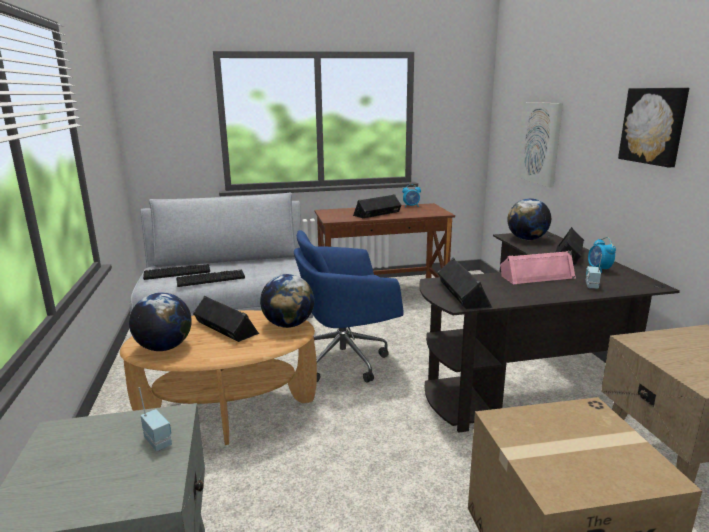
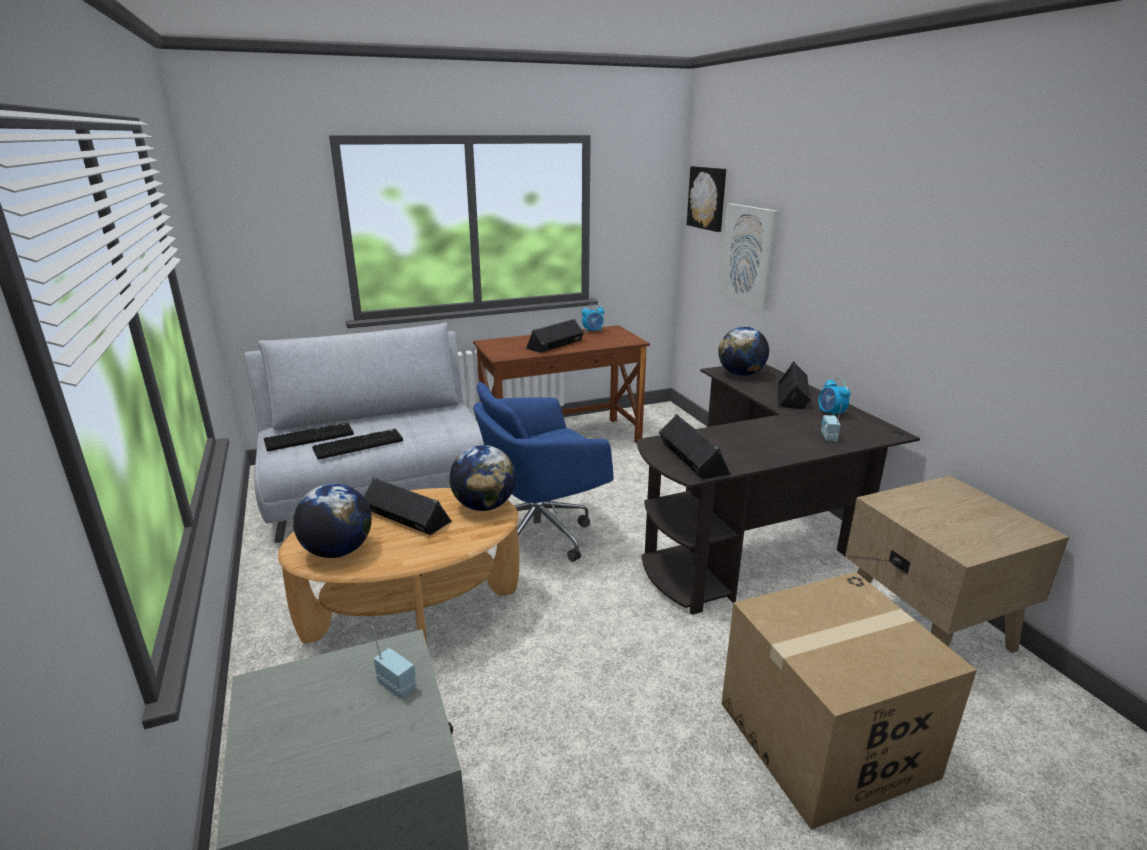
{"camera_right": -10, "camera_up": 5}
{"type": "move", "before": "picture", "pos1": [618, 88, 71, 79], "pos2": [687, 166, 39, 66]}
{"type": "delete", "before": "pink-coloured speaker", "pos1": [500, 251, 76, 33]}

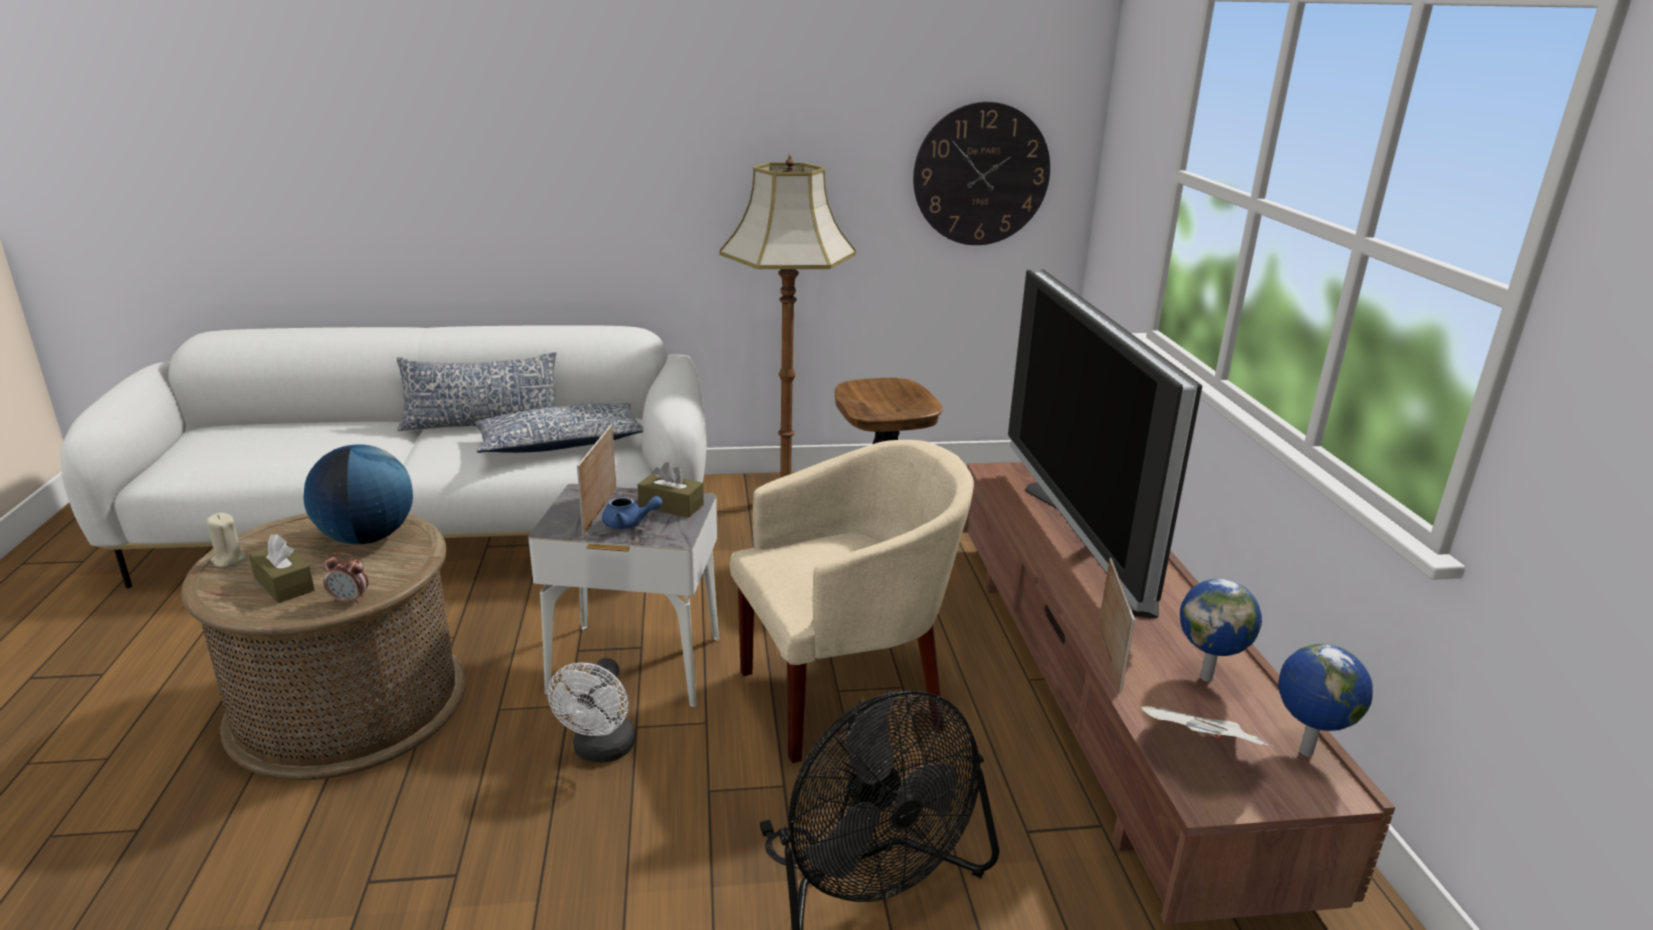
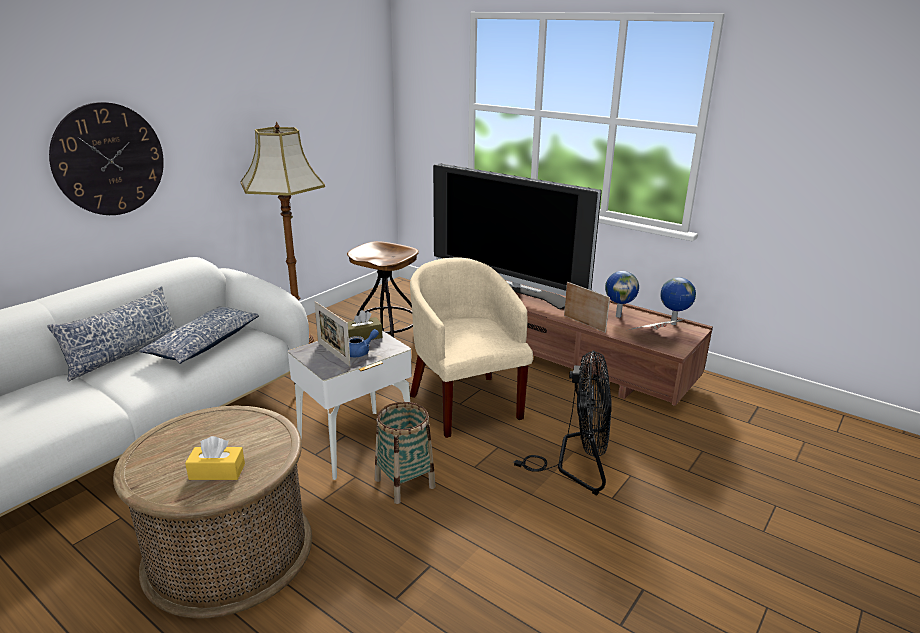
{"camera_right": -45, "camera_up": 0}
{"type": "move", "before": "wall clock", "pos1": [913, 102, 137, 143], "pos2": [49, 102, 115, 113]}
{"type": "recolor", "before": "brownish tissue box", "after": "yellowish tissue box", "pos1": [249, 534, 66, 69], "pos2": [185, 436, 60, 44]}
{"type": "replace", "before": "white-coloured electric fan", "after": "basket", "pos1": [548, 658, 87, 105], "pos2": [375, 402, 61, 102]}
{"type": "rotate", "before": "beige-coloured easy chair", "pos1": [730, 440, 244, 323], "pos2": [410, 258, 123, 180], "turn": -45}
{"type": "delete", "before": "beige-coloured candle", "pos1": [206, 513, 40, 54]}
{"type": "delete", "before": "world globe", "pos1": [303, 444, 110, 100]}
{"type": "delete", "before": "table clock", "pos1": [323, 553, 45, 51]}

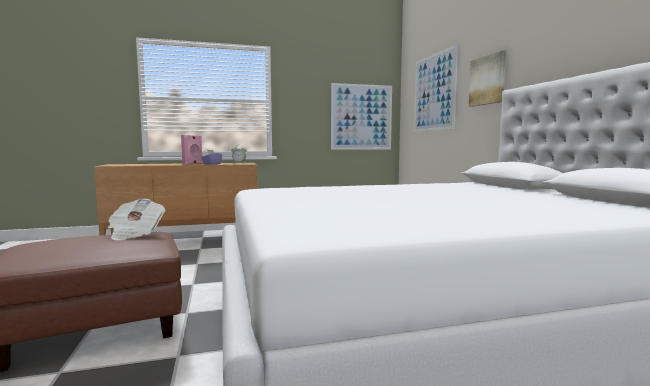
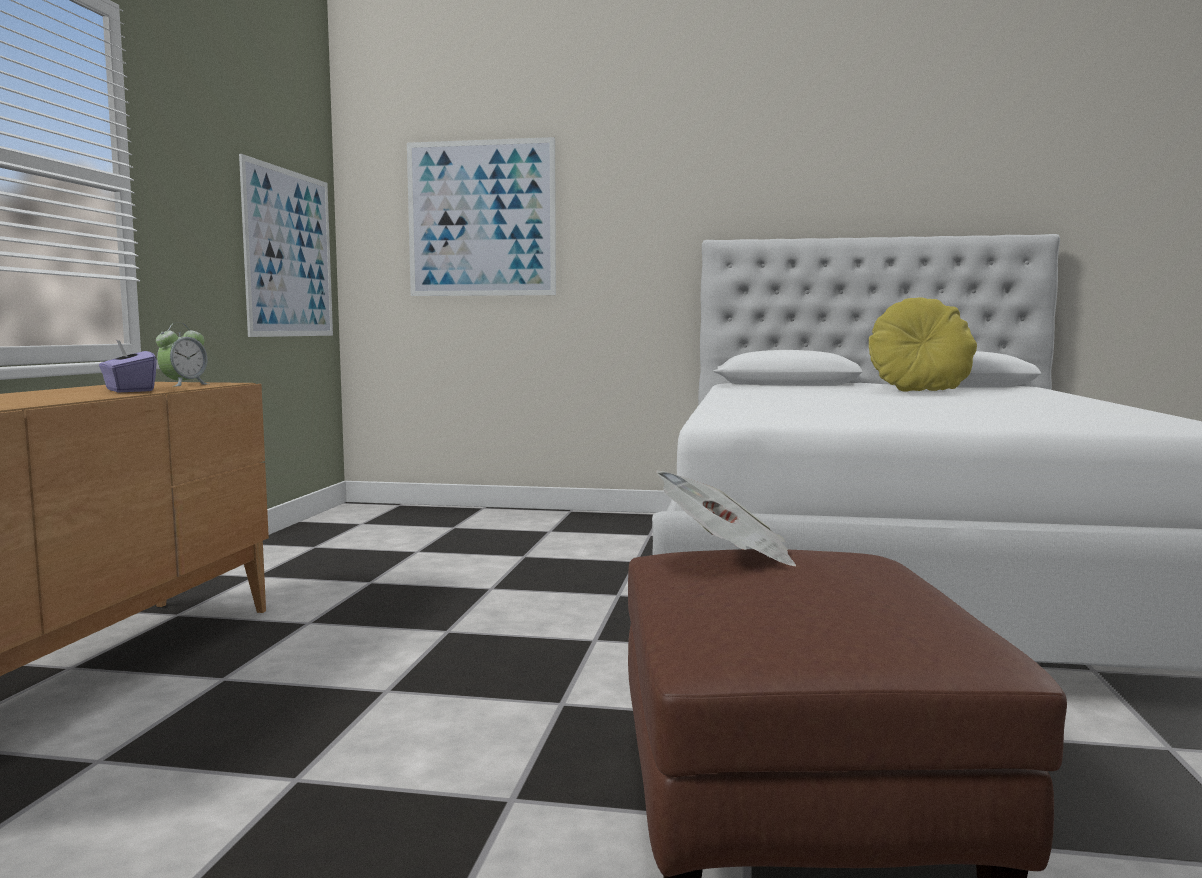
{"camera_right": -65, "camera_up": 0}
{"type": "insert", "after": "yellowish cushion", "pos2": [869, 298, 108, 94]}
{"type": "delete", "before": "pink-coloured speaker", "pos1": [181, 135, 22, 30]}
{"type": "delete", "before": "picture", "pos1": [469, 50, 37, 57]}

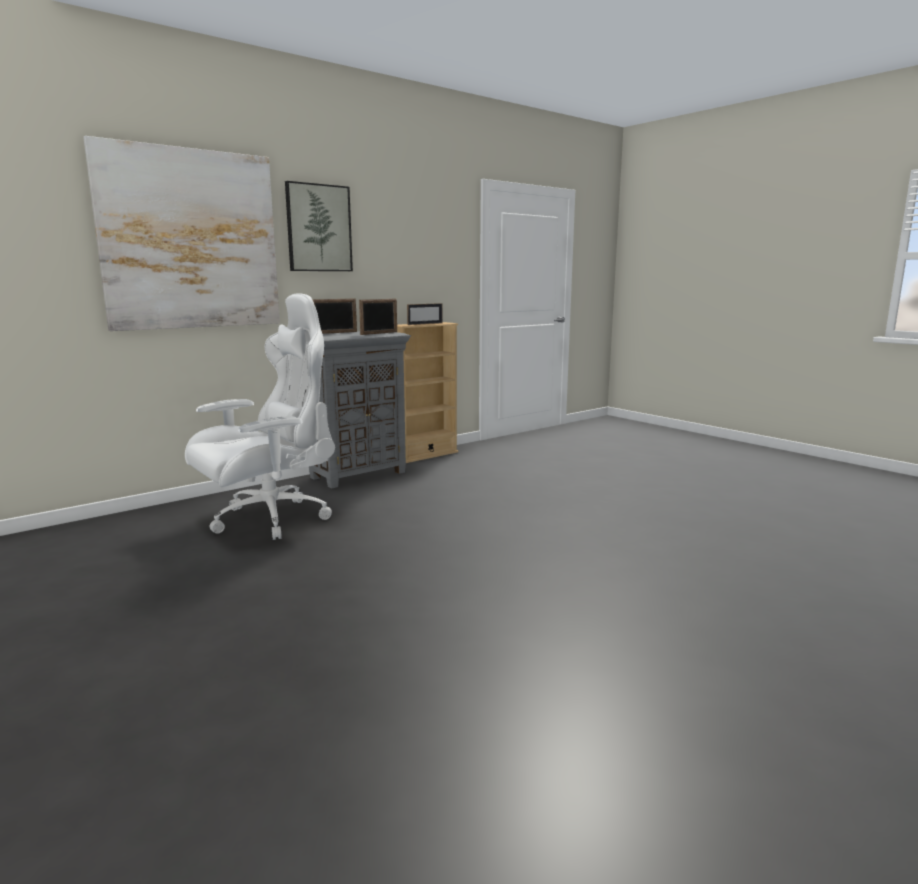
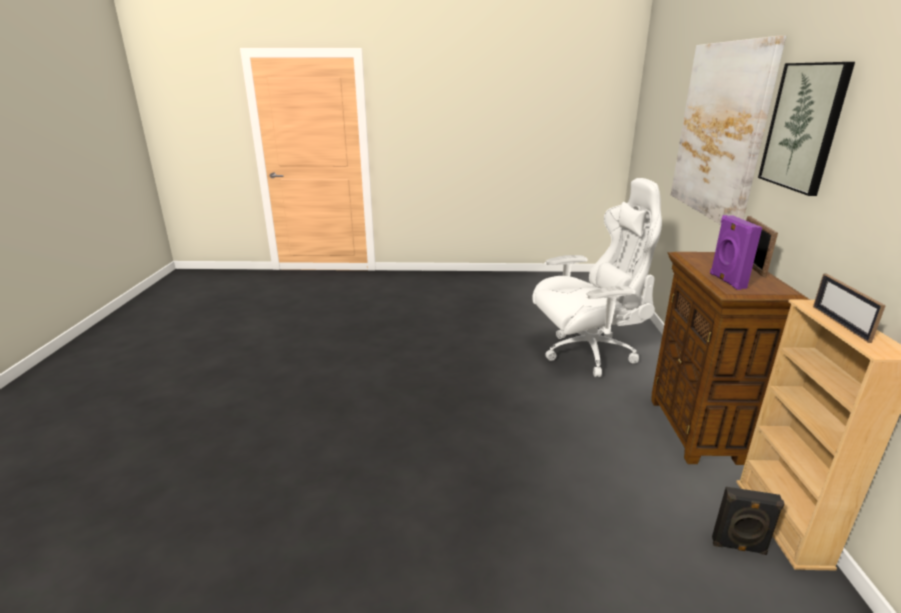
{"camera_right": 130, "camera_up": 10}
{"type": "rotate", "before": "white-coloured computer chair", "pos1": [185, 293, 150, 247], "pos2": [533, 178, 129, 199], "turn": -105}
{"type": "recolor", "before": "greyish storage cabinet", "after": "brownish storage cabinet", "pos1": [309, 331, 102, 158], "pos2": [651, 252, 159, 213]}
{"type": "replace", "before": "standing frame", "after": "purplish speaker", "pos1": [359, 299, 38, 36], "pos2": [710, 215, 52, 75]}
{"type": "insert", "after": "blackish speaker", "pos2": [712, 487, 73, 68]}

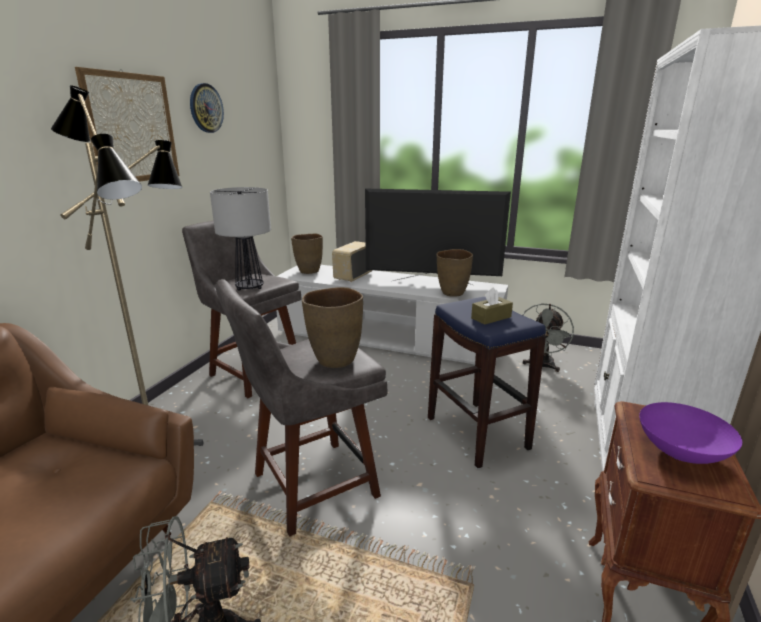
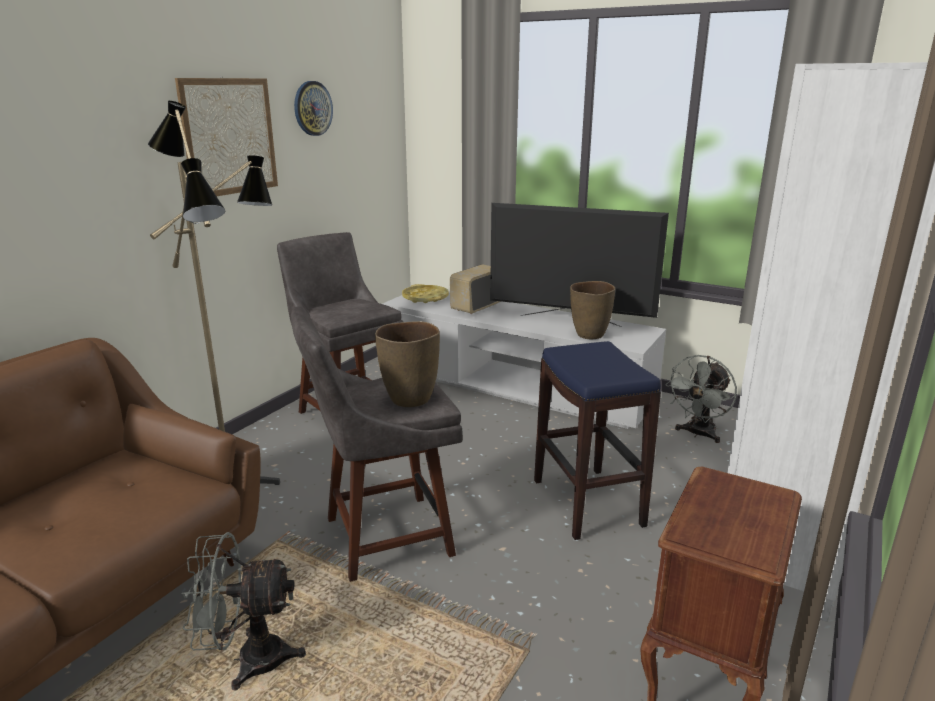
{"camera_right": 10, "camera_up": 0}
{"type": "replace", "before": "brownish decorative vase", "after": "yellowish carrying tray", "pos1": [291, 234, 32, 40], "pos2": [402, 284, 47, 19]}
{"type": "delete", "before": "lamp for a table", "pos1": [210, 187, 61, 103]}
{"type": "delete", "before": "brownish tissue box", "pos1": [471, 288, 42, 37]}
{"type": "delete", "before": "purplish deep dish", "pos1": [639, 402, 103, 62]}

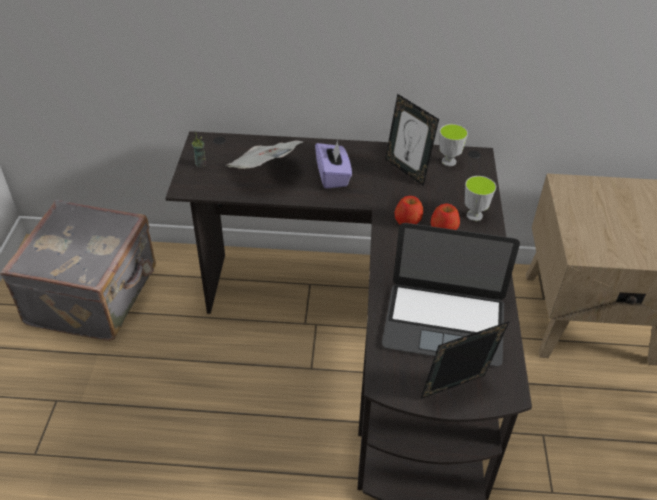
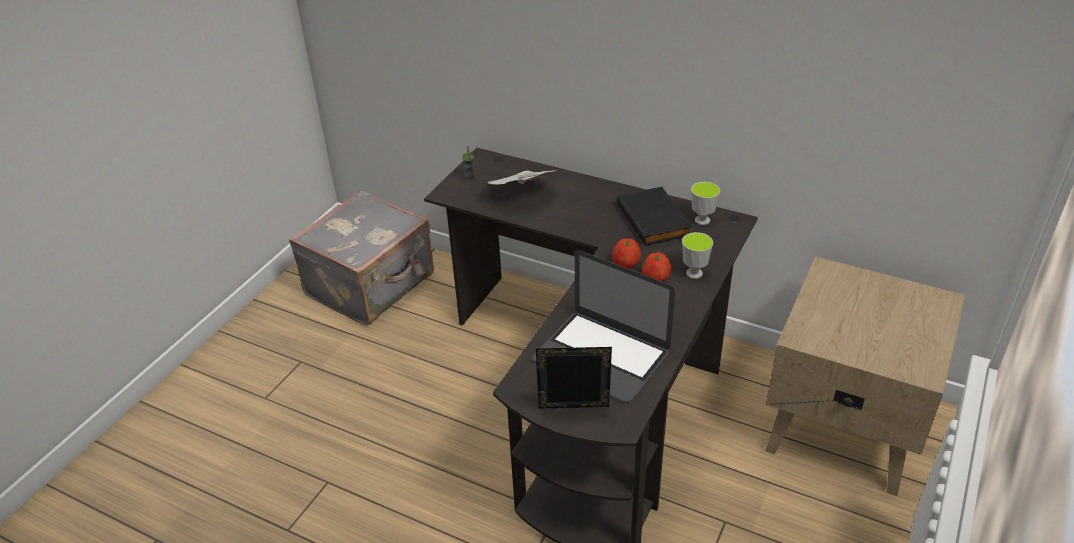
{"camera_right": 25, "camera_up": -5}
{"type": "replace", "before": "standing frame", "after": "blackish bound book", "pos1": [385, 94, 54, 92], "pos2": [617, 187, 75, 59]}
{"type": "delete", "before": "purplish tissue box", "pos1": [315, 141, 37, 48]}

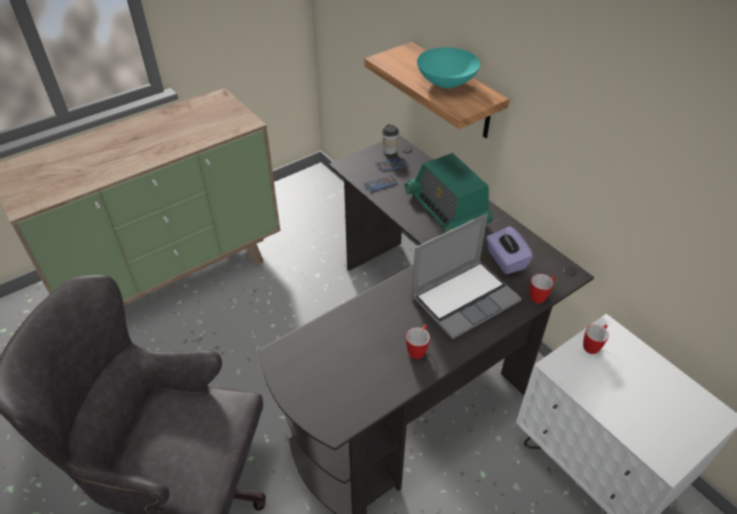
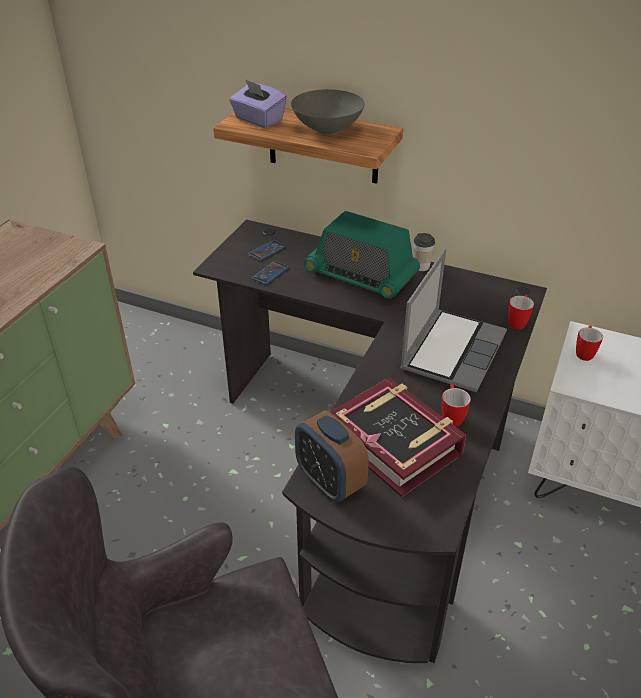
{"camera_right": -30, "camera_up": -5}
{"type": "move", "before": "purplish tissue box", "pos1": [486, 226, 47, 48], "pos2": [229, 79, 58, 49]}
{"type": "recolor", "before": "turquoise deep dish", "after": "greyish deep dish", "pos1": [417, 47, 63, 41], "pos2": [291, 89, 74, 45]}
{"type": "insert", "after": "table clock", "pos2": [295, 411, 74, 91]}
{"type": "insert", "after": "bound book", "pos2": [330, 377, 136, 120]}
{"type": "move", "before": "drinking cup", "pos1": [382, 125, 17, 30], "pos2": [413, 233, 22, 38]}

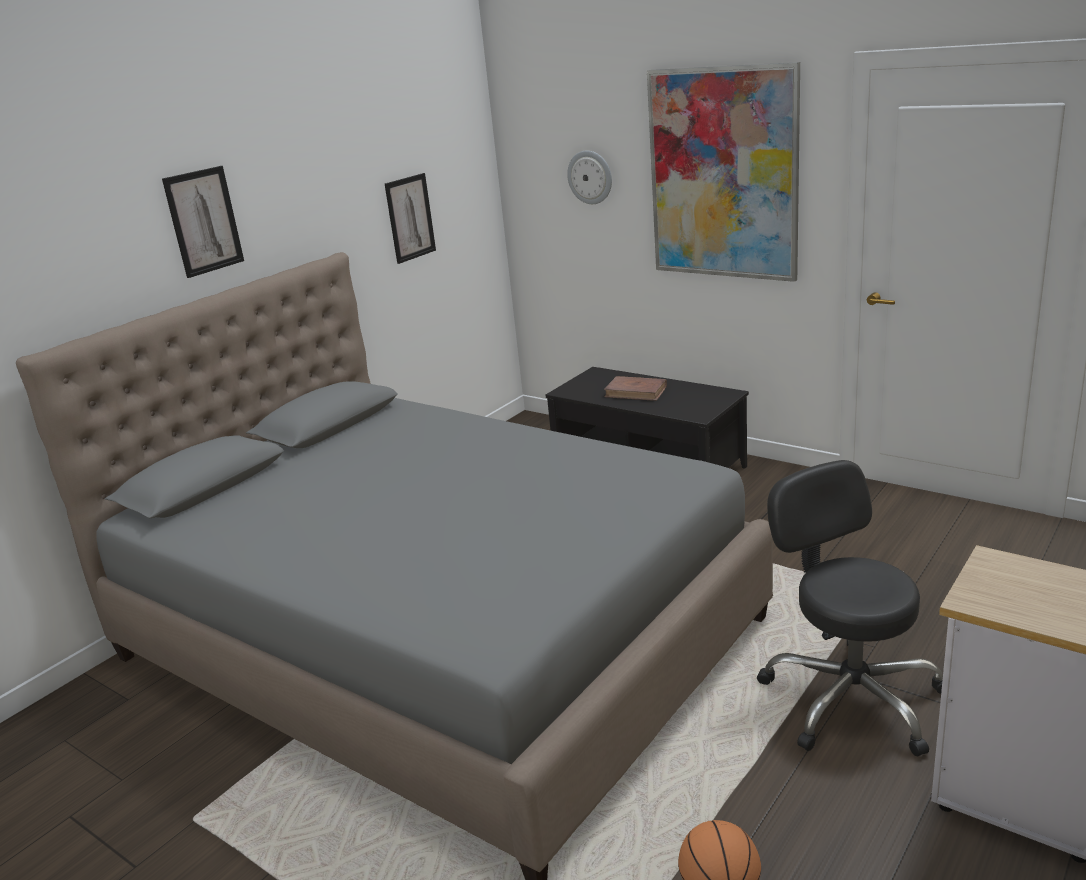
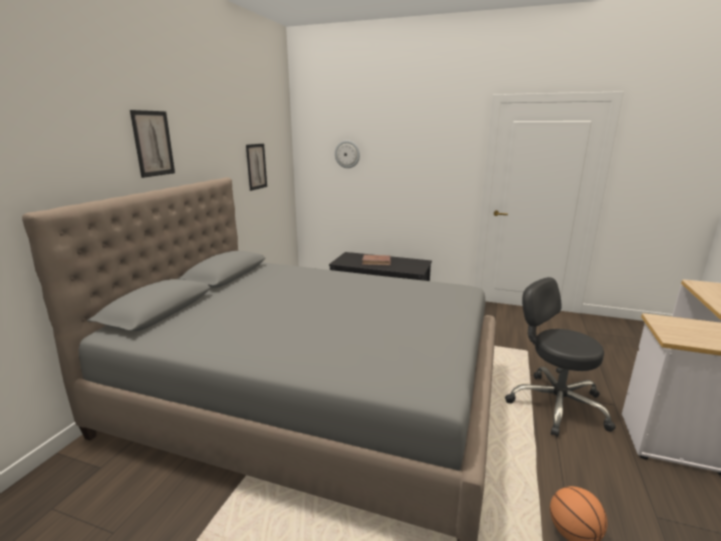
{"camera_right": -20, "camera_up": -5}
{"type": "delete", "before": "picture", "pos1": [647, 62, 153, 220]}

